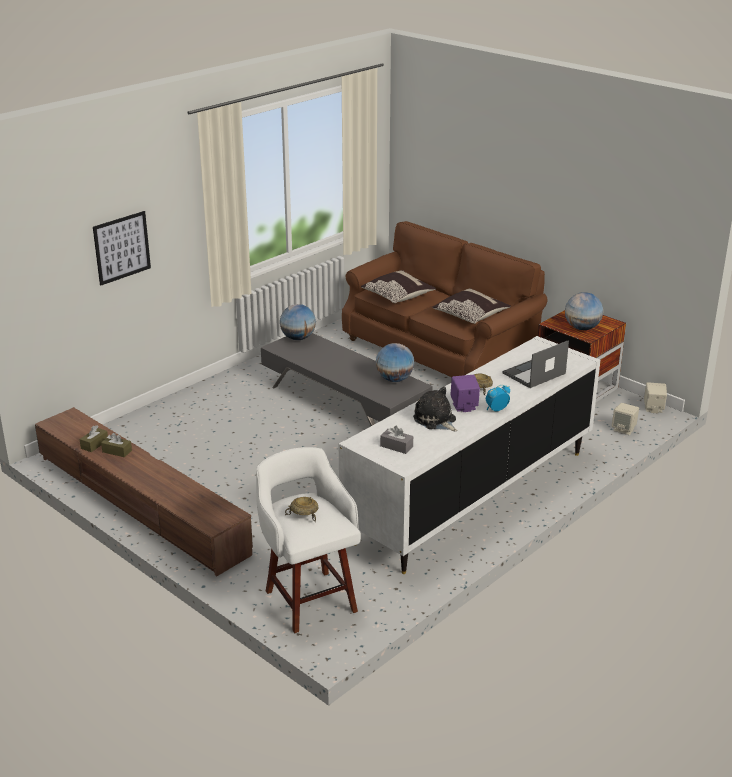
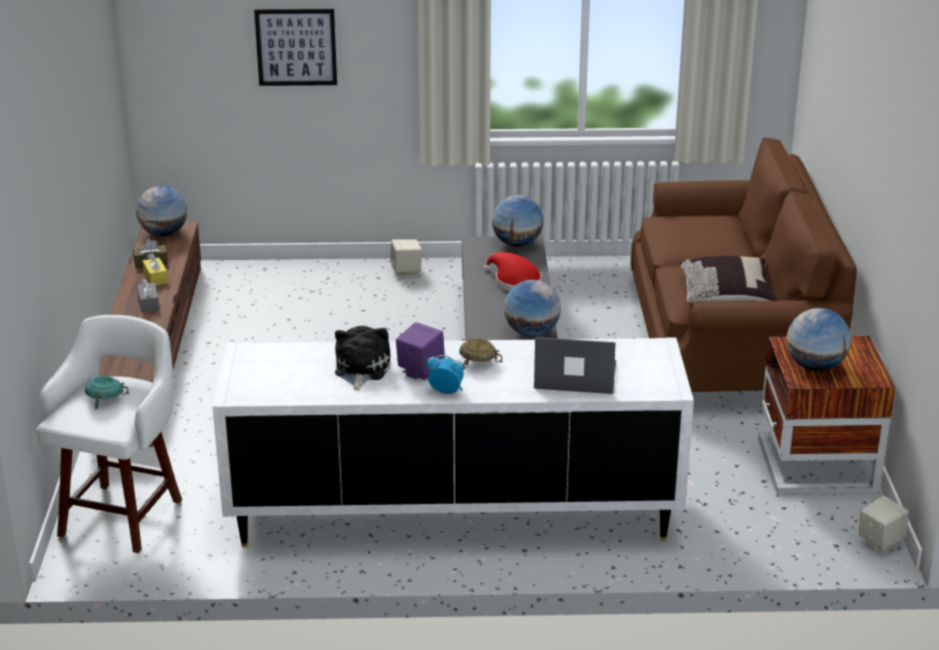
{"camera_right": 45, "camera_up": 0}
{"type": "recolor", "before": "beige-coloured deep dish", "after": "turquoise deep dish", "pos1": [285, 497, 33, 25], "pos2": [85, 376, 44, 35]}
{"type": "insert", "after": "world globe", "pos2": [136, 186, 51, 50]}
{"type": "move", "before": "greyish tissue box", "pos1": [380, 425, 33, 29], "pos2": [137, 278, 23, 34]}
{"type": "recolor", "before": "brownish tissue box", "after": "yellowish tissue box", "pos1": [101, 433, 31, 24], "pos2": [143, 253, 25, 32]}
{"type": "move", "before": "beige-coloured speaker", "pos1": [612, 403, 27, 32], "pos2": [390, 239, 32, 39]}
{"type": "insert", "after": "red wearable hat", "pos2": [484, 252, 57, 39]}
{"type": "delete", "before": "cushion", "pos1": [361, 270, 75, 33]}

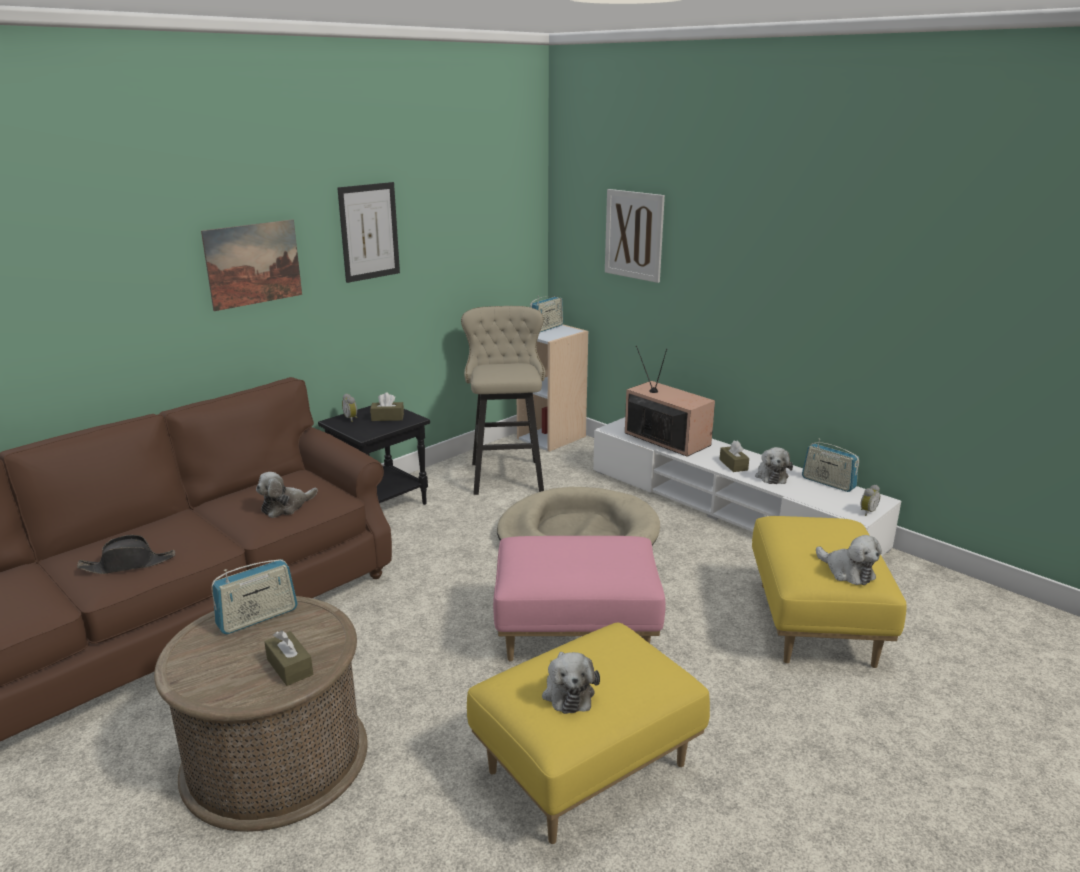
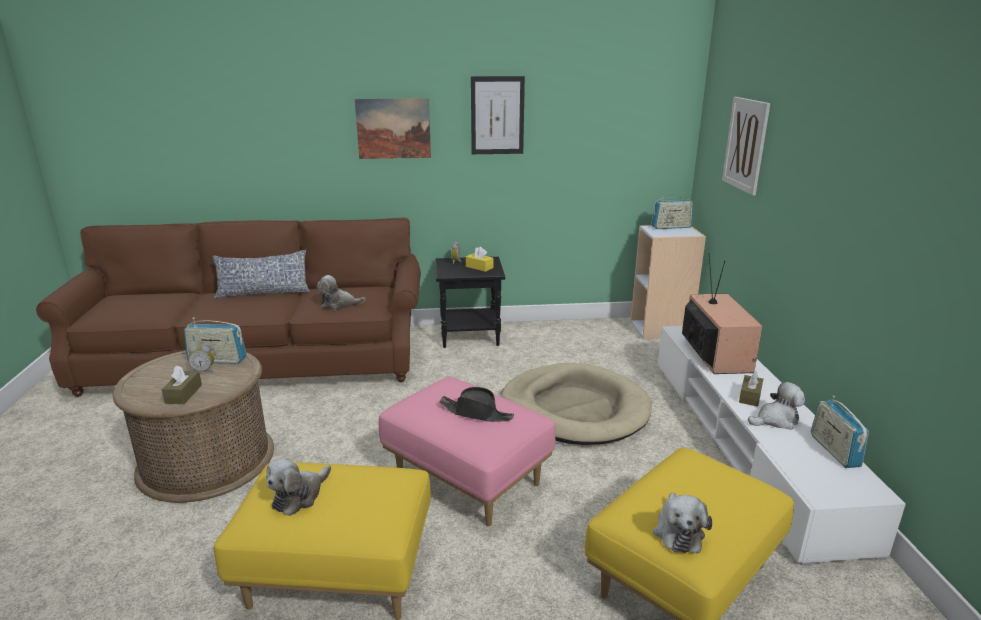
{"camera_right": 40, "camera_up": 0}
{"type": "move", "before": "table clock", "pos1": [861, 485, 19, 31], "pos2": [188, 345, 26, 27]}
{"type": "insert", "after": "cushion", "pos2": [213, 250, 98, 49]}
{"type": "move", "before": "blackish wearable hat", "pos1": [77, 535, 98, 39], "pos2": [439, 387, 75, 35]}
{"type": "recolor", "before": "brownish tissue box", "after": "yellowish tissue box", "pos1": [370, 392, 34, 29], "pos2": [466, 247, 27, 25]}
{"type": "rotate", "before": "plush toy", "pos1": [755, 447, 38, 37], "pos2": [748, 382, 57, 48], "turn": -150}
{"type": "delete", "before": "beige-coloured stool", "pos1": [461, 306, 84, 189]}

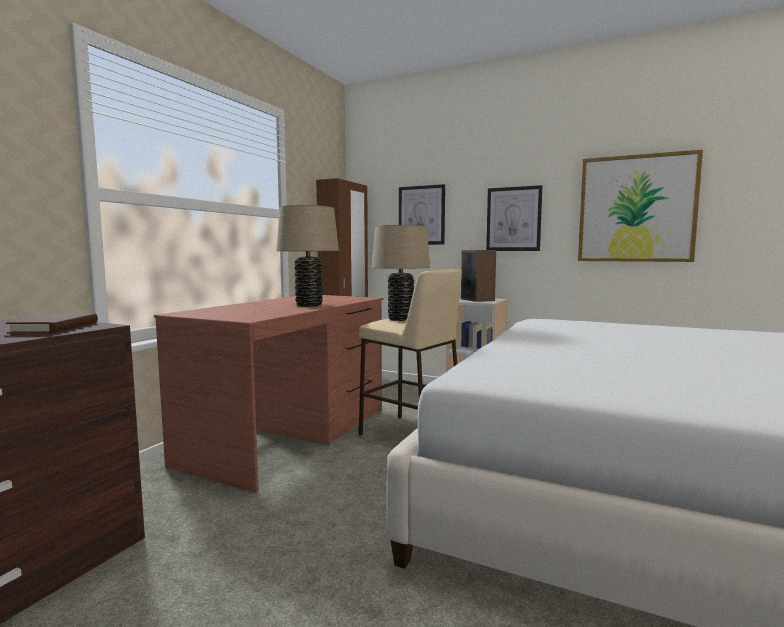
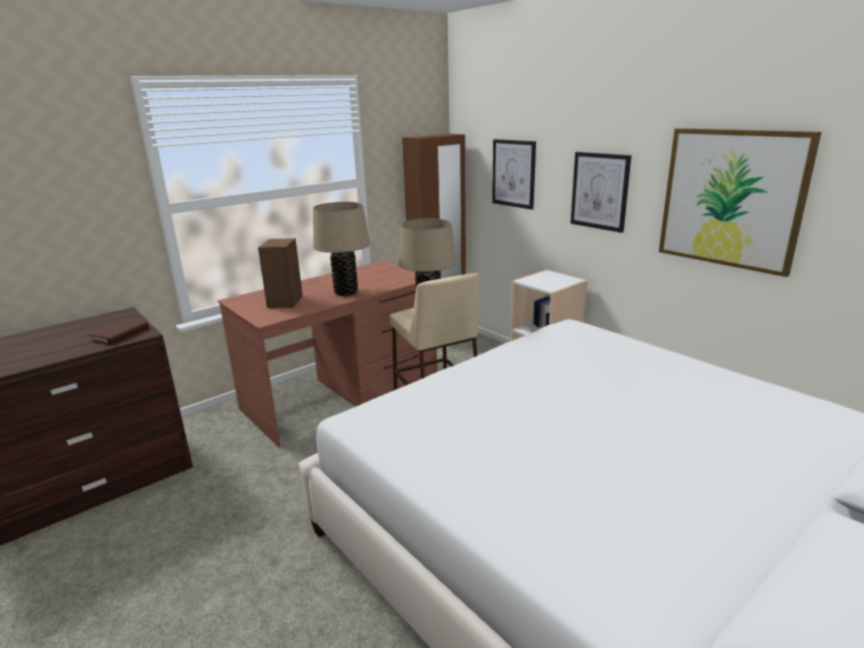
{"camera_right": 25, "camera_up": 15}
{"type": "move", "before": "speaker", "pos1": [461, 250, 35, 52], "pos2": [258, 238, 45, 70]}

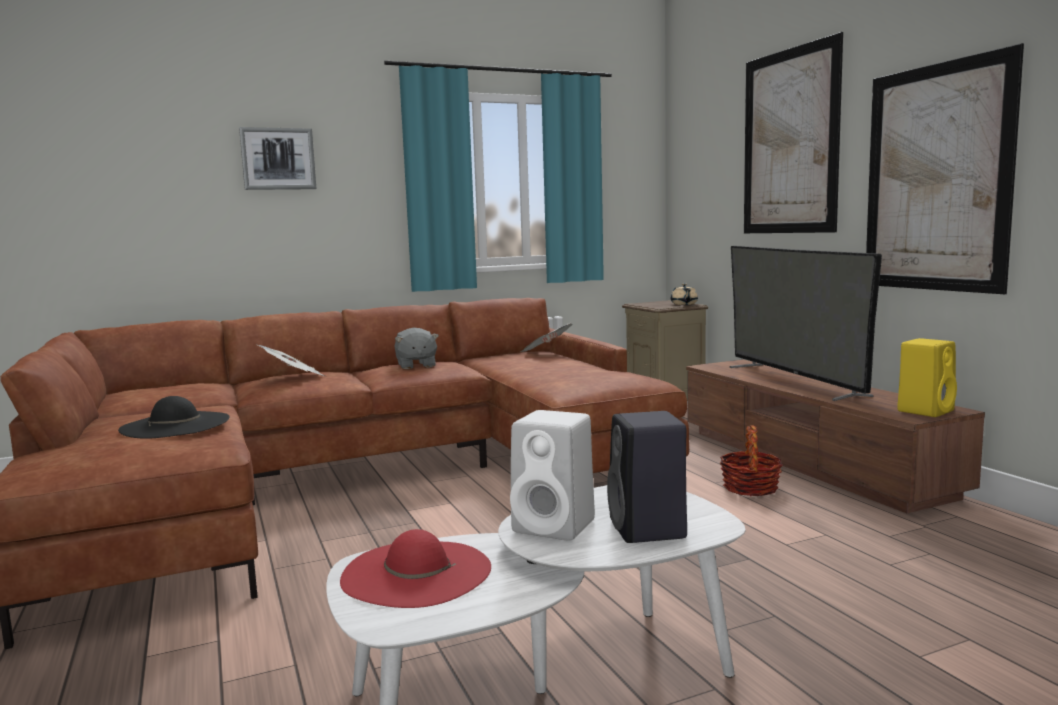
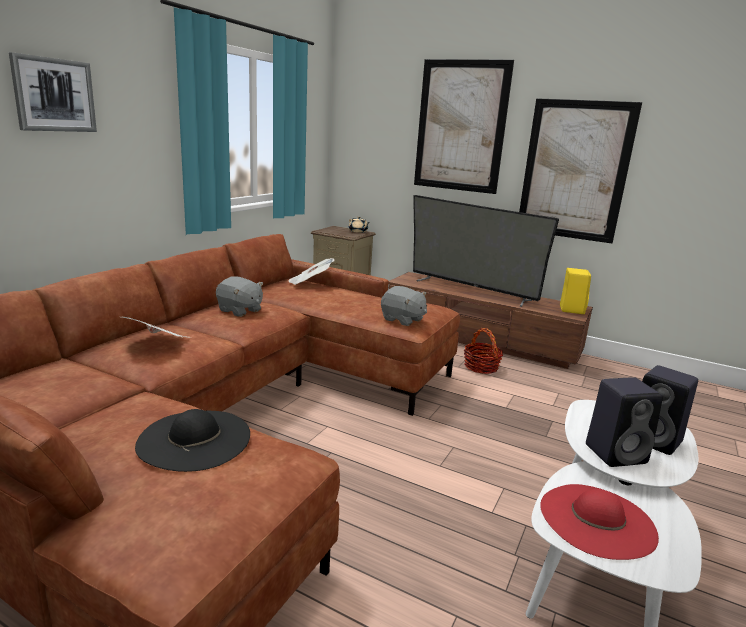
{"camera_right": -40, "camera_up": 10}
{"type": "insert", "after": "greyish plush toy", "pos2": [381, 286, 46, 40]}
{"type": "recolor", "before": "white-coloured speaker", "after": "blackish speaker", "pos1": [510, 410, 85, 131], "pos2": [586, 377, 77, 90]}

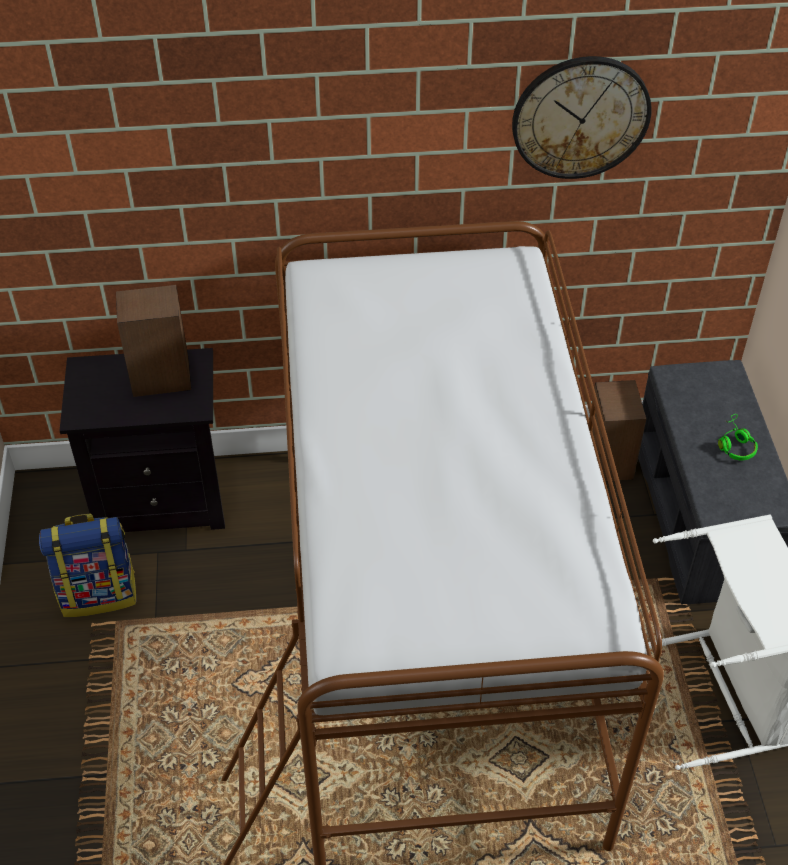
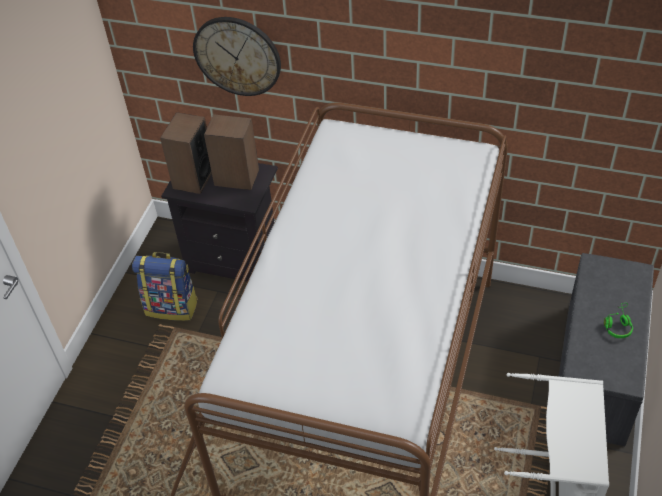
{"camera_right": 25, "camera_up": 0}
{"type": "move", "before": "speaker", "pos1": [589, 380, 57, 101], "pos2": [160, 112, 52, 82]}
{"type": "move", "before": "wall clock", "pos1": [512, 56, 140, 123], "pos2": [193, 17, 88, 79]}

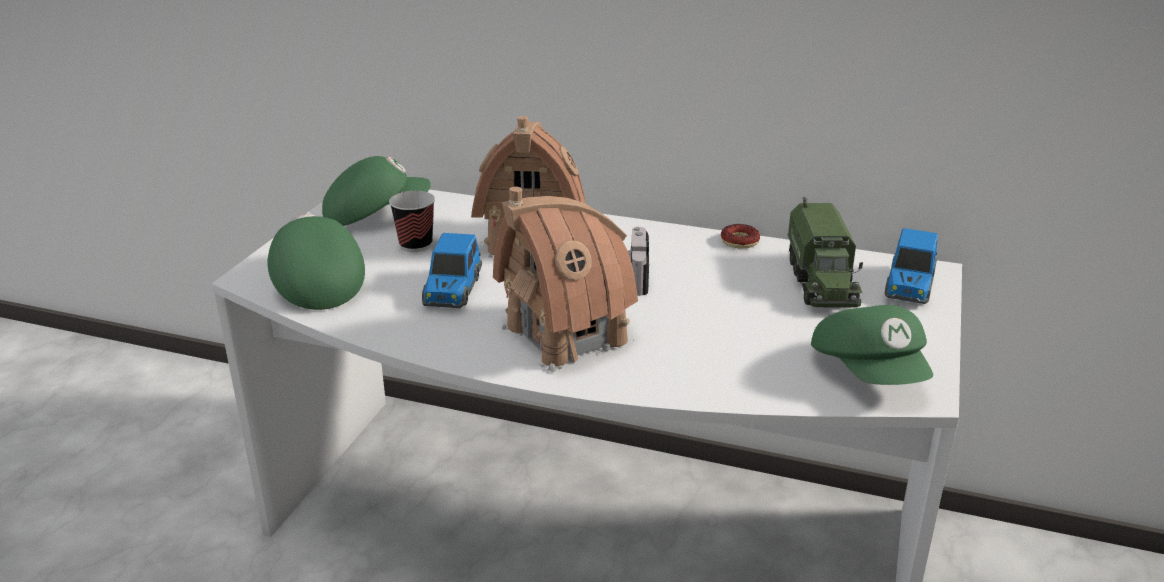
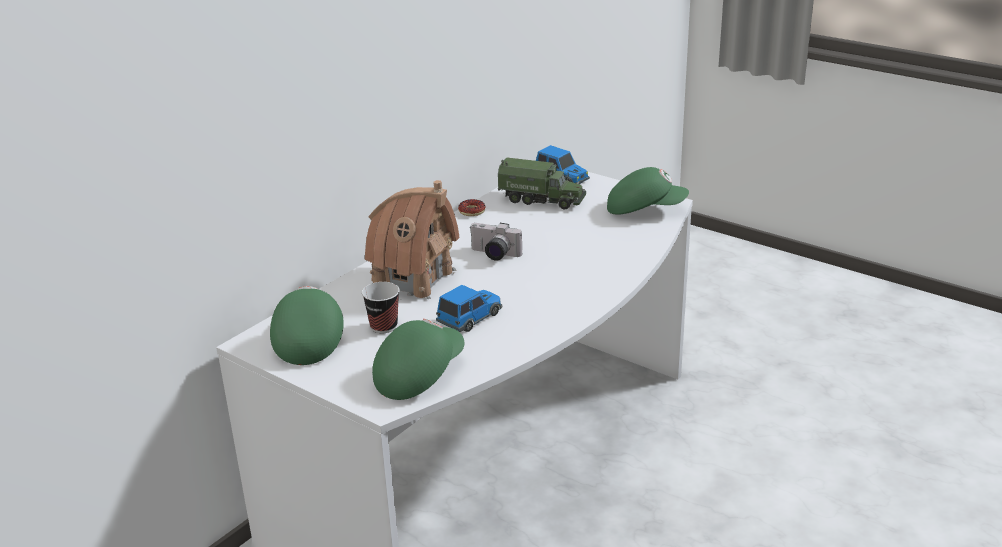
{"camera_right": -70, "camera_up": 0}
{"type": "rotate", "before": "green peaked cap", "pos1": [267, 214, 98, 96], "pos2": [372, 319, 93, 81], "turn": 135}
{"type": "rotate", "before": "toy car", "pos1": [422, 233, 60, 75], "pos2": [436, 285, 67, 47], "turn": -75}
{"type": "delete", "before": "model house", "pos1": [493, 187, 145, 185]}

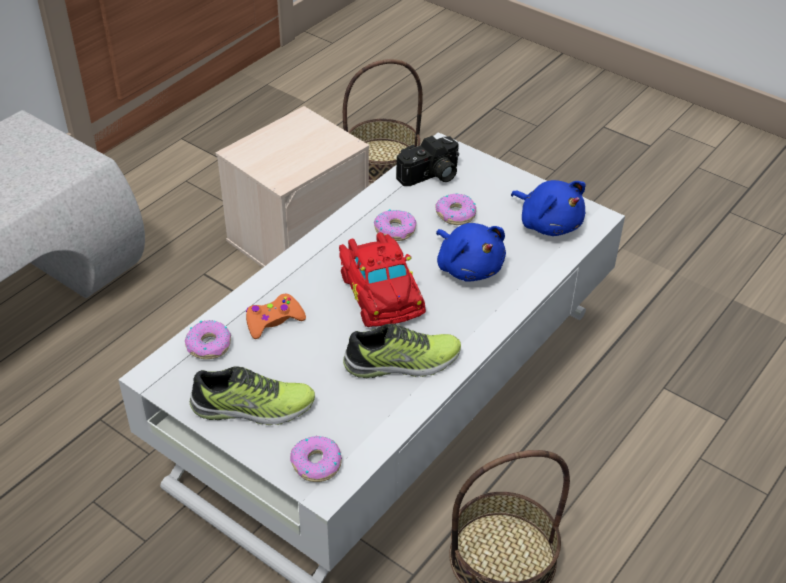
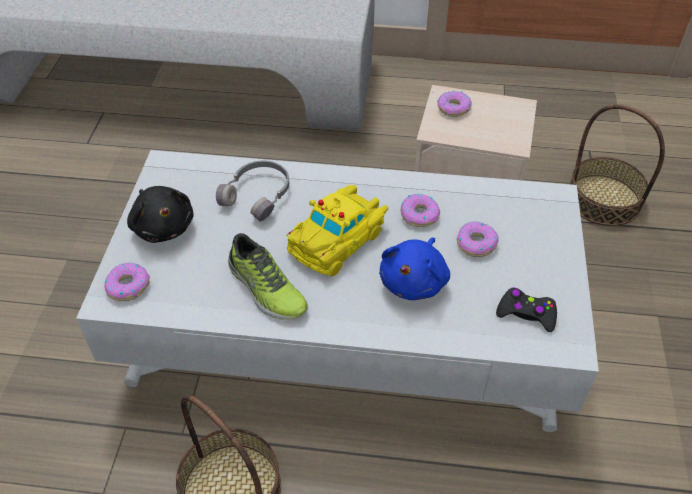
{"camera_right": 60, "camera_up": 5}
{"type": "replace", "before": "item of footwear", "after": "blackish plush toy", "pos1": [190, 366, 125, 59], "pos2": [127, 186, 66, 57]}
{"type": "replace", "before": "orangey game controller", "after": "greyish pair of headphones", "pos1": [246, 294, 60, 45], "pos2": [216, 161, 73, 61]}
{"type": "recolor", "before": "red toy car", "after": "yellowish toy car", "pos1": [339, 232, 87, 95], "pos2": [286, 185, 102, 91]}
{"type": "move", "before": "ring doughnut", "pos1": [185, 320, 46, 39], "pos2": [437, 91, 35, 26]}
{"type": "replace", "before": "bluish plush toy", "after": "blackish game controller", "pos1": [511, 180, 75, 56], "pos2": [496, 287, 61, 45]}
{"type": "delete", "before": "photo camera", "pos1": [396, 136, 63, 50]}

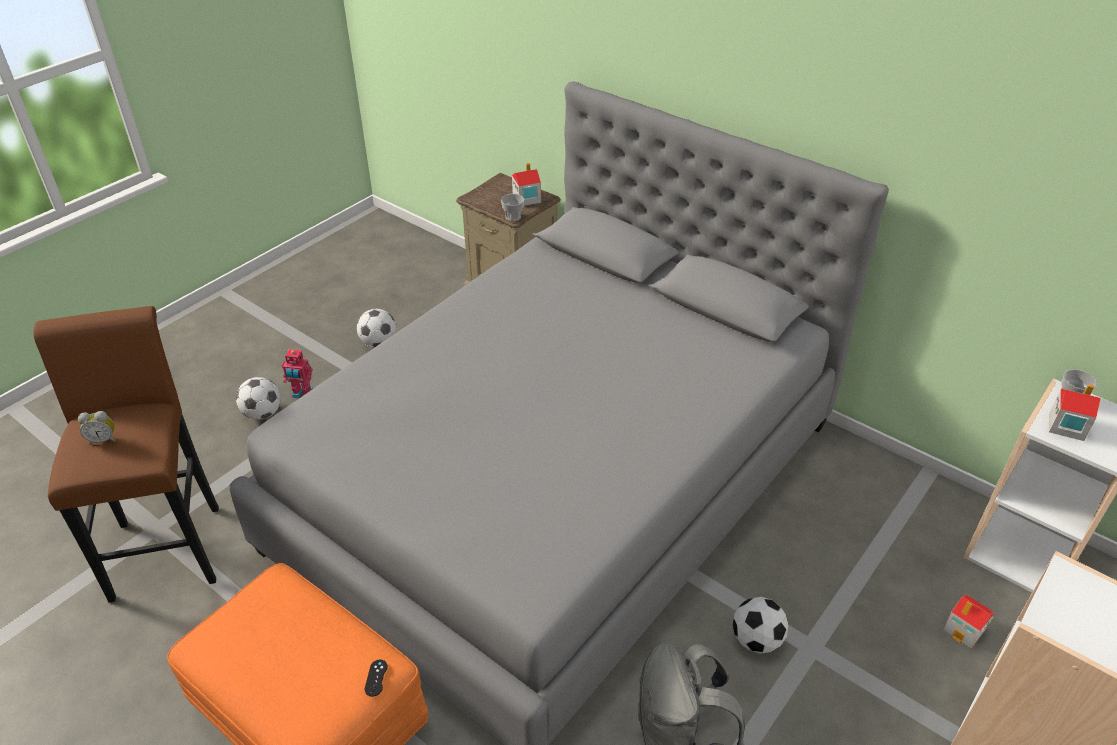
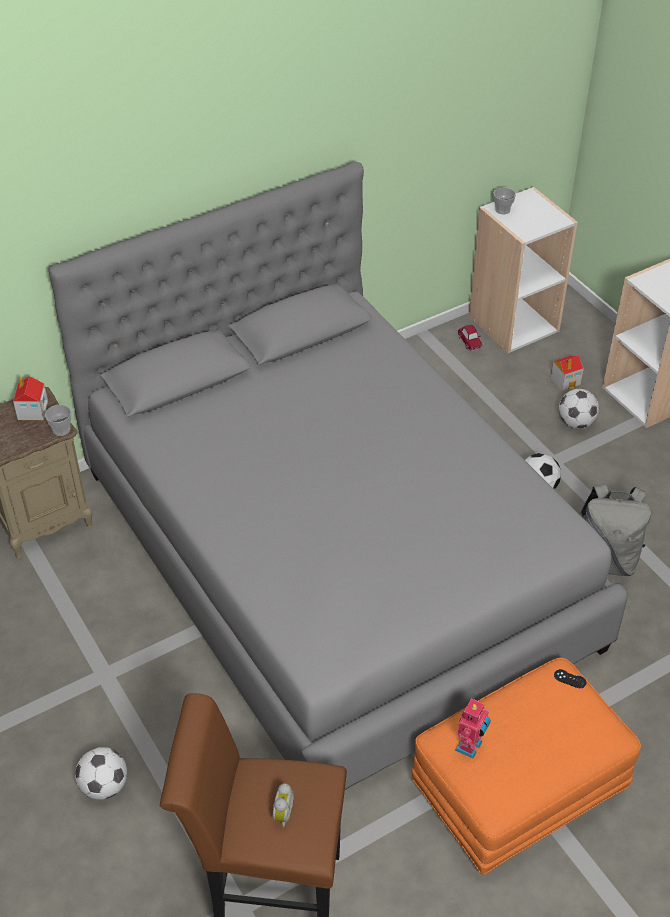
{"camera_right": -70, "camera_up": 5}
{"type": "move", "before": "model robot", "pos1": [282, 349, 31, 49], "pos2": [455, 698, 36, 60]}
{"type": "insert", "after": "toy car", "pos2": [457, 325, 25, 26]}
{"type": "move", "before": "ball for football", "pos1": [357, 309, 39, 38], "pos2": [559, 389, 40, 39]}
{"type": "delete", "before": "model house", "pos1": [1049, 384, 52, 57]}

